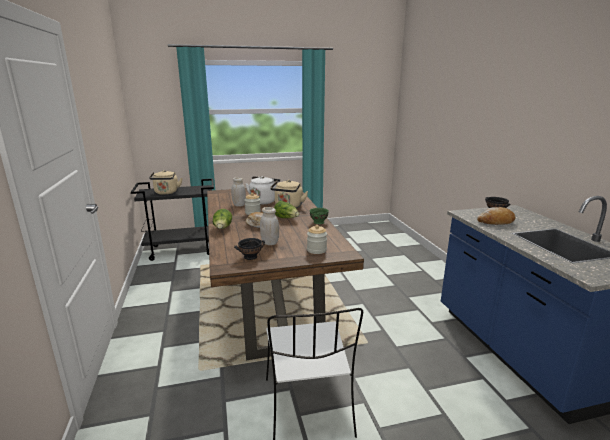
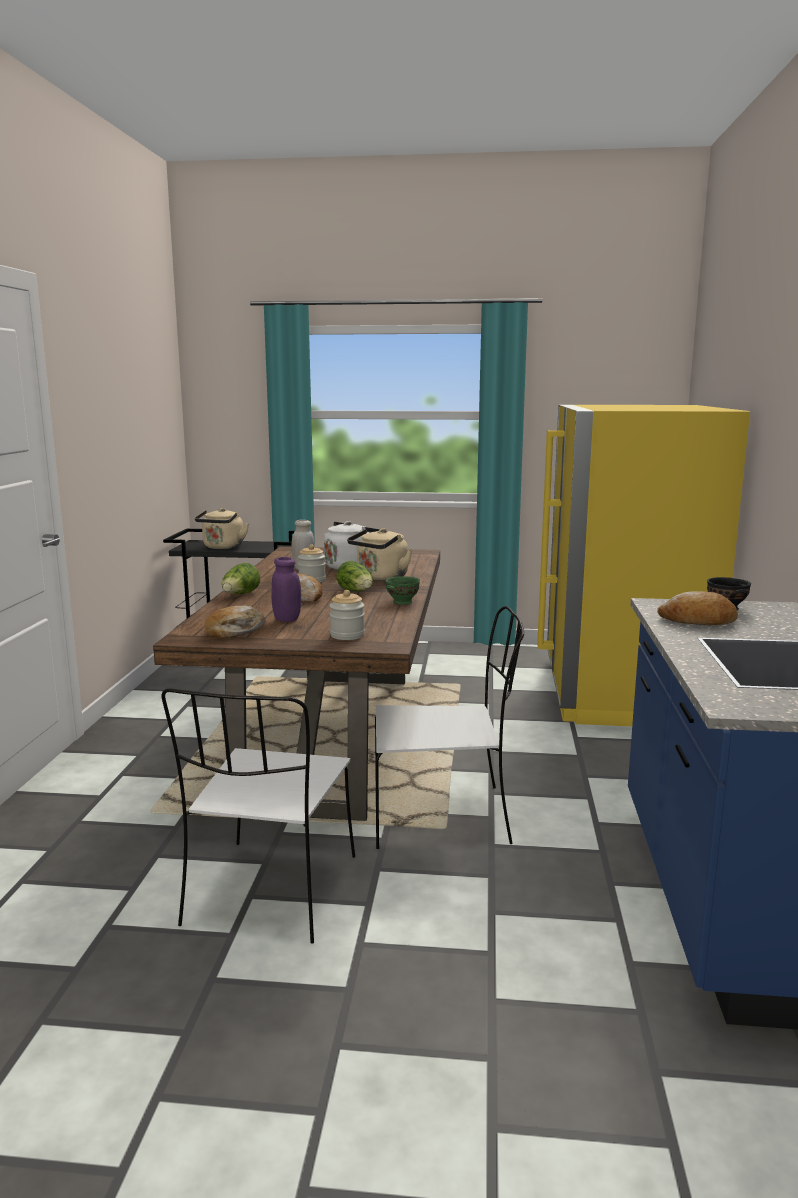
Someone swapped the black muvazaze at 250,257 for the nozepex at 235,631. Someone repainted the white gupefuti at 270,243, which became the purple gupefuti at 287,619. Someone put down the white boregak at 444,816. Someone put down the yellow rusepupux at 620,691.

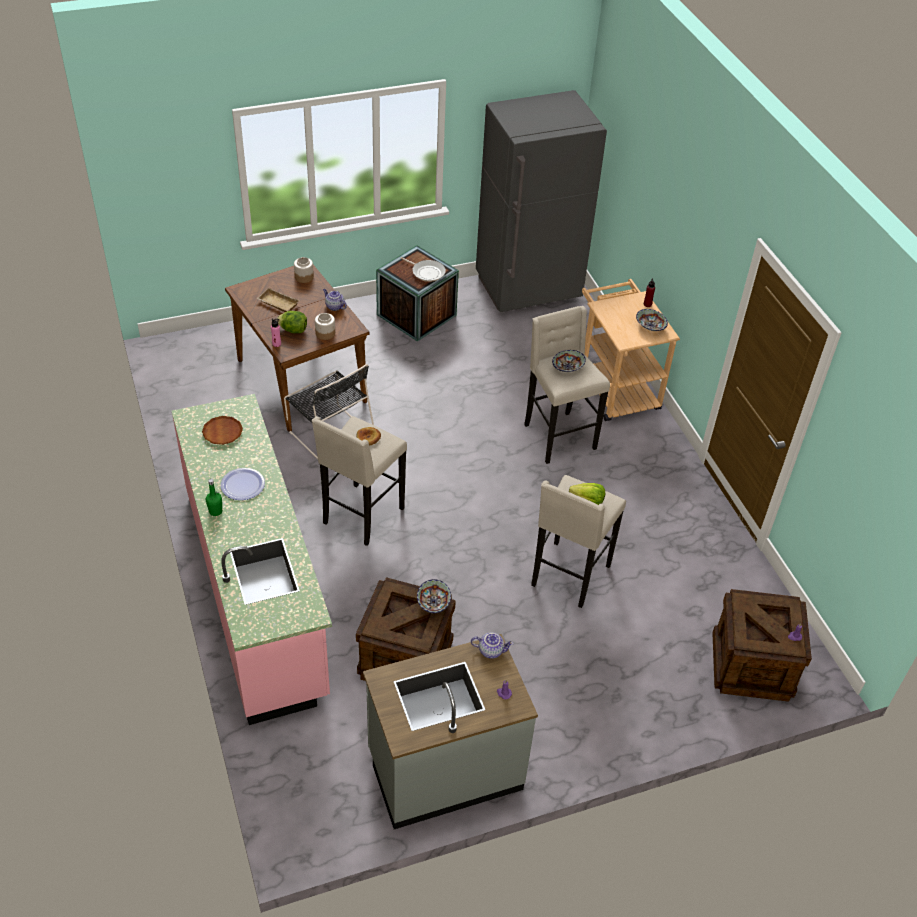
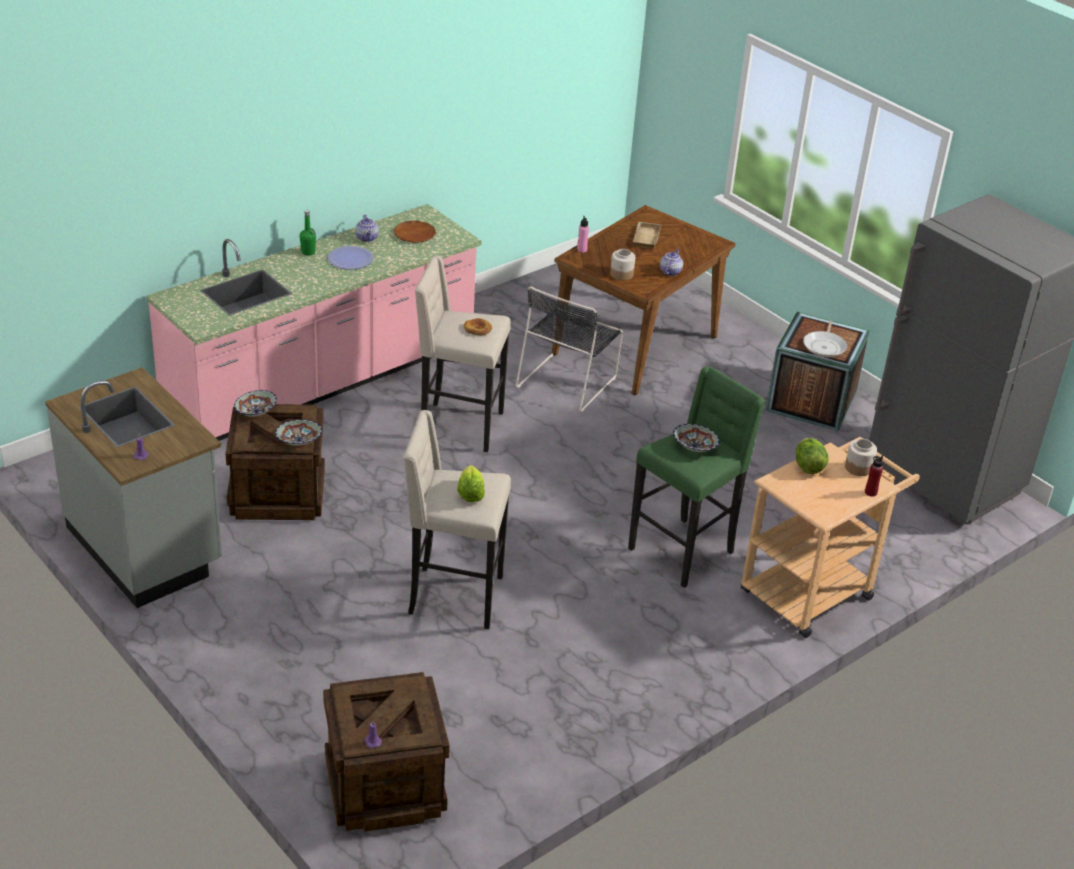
Someone carried the muvazaze from 650,327 to 256,413. Someone carried the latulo from 491,650 to 367,238. Someone repainted the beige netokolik at 557,436, which became the green netokolik at 683,551. Someone carried the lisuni from 293,330 to 808,467. Someone carried the gupefuti from 304,277 to 858,467.

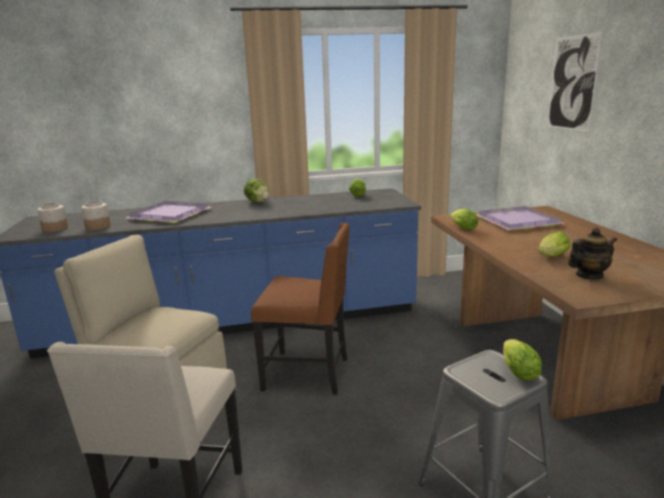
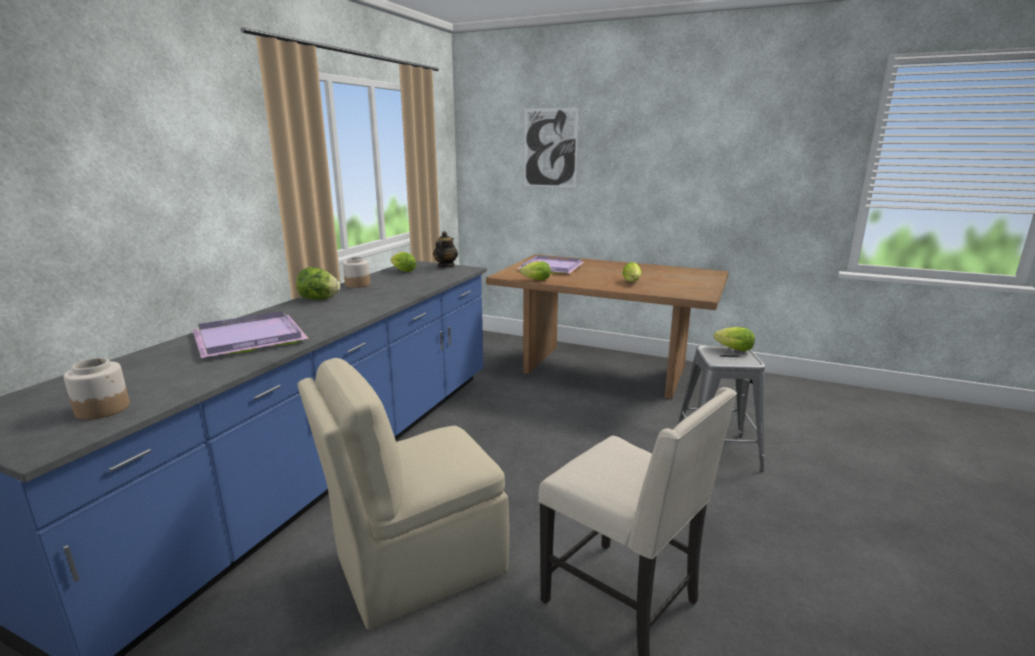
Someone carried the gupefuti from 97,226 to 357,285. Someone carried the latulo from 588,275 to 445,266. Someone took away the brown boregak at 308,373.

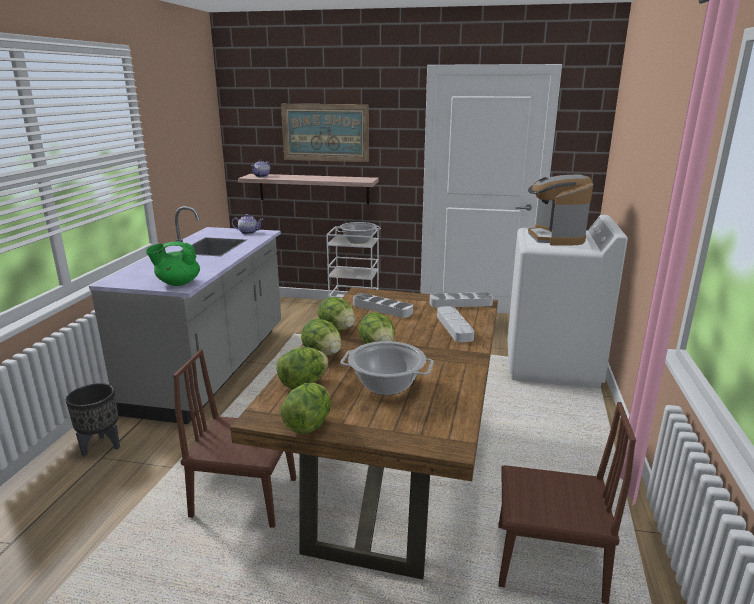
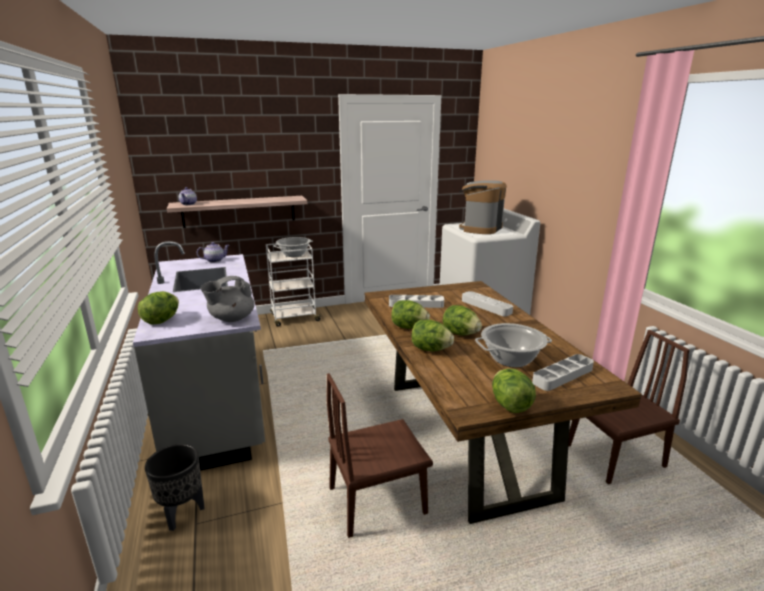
Someone carried the lisuni from 303,384 to 162,320. Someone repainted the green latulo at 177,283, which became the grey latulo at 231,319. Someone rotated the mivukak at 555,238 by 60 degrees clockwise. Someone carried the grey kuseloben from 460,303 to 562,375. Someone took away the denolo at 325,132.

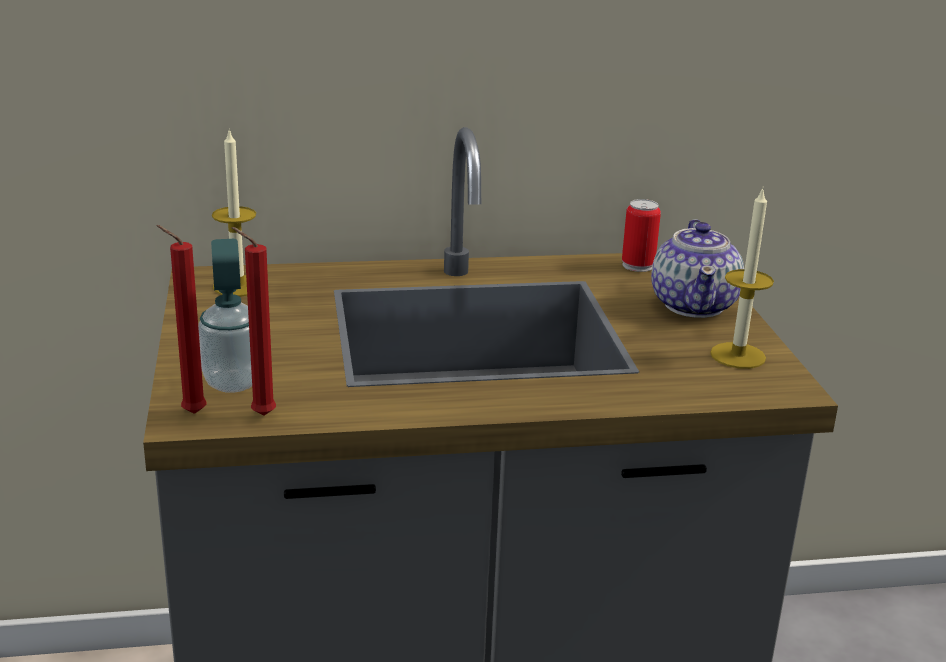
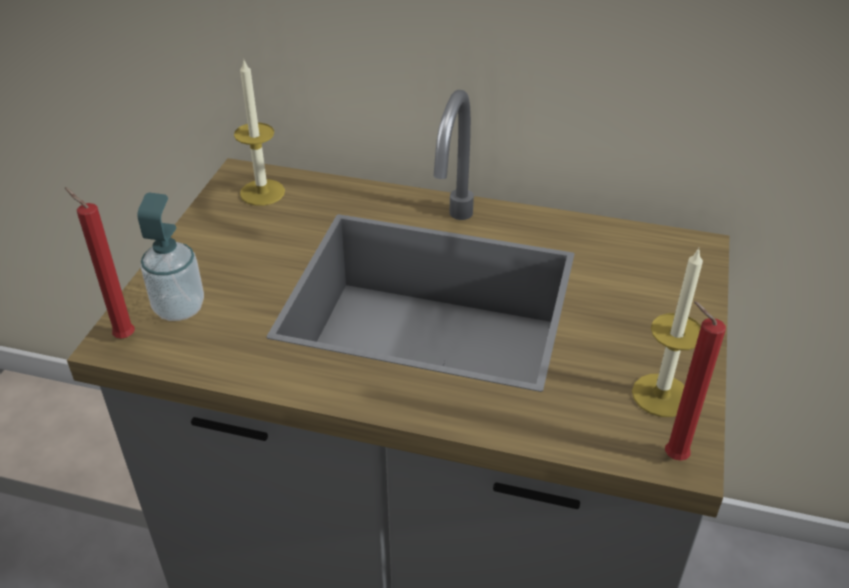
Someone carried the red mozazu from 259,415 to 671,455. Someone took away the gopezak at 638,265. Someone took away the latulo at 694,305.

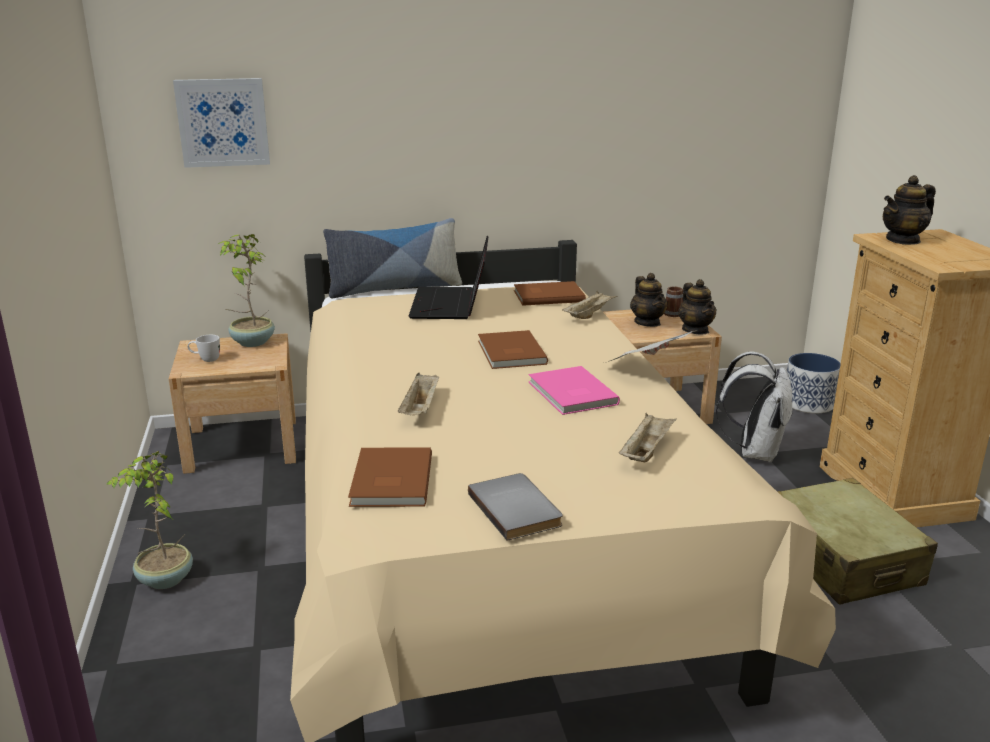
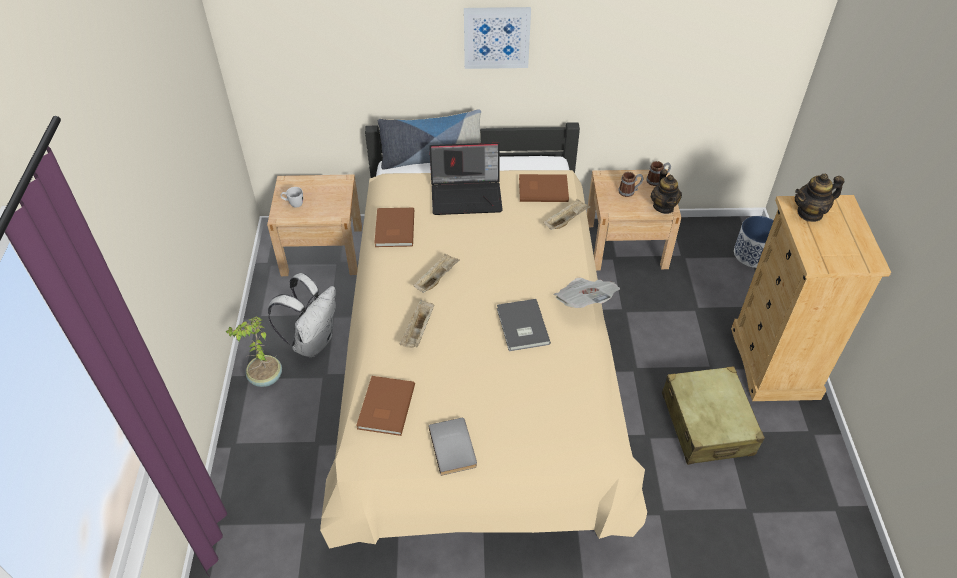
Someone carried the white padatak from 754,452 to 313,341. Someone carried the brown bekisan from 509,353 to 393,229. Someone carried the beige kuseloben from 646,451 to 436,279. Someone rotated the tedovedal at 451,305 by 105 degrees counterclockwise. Someone carried the denolo from 223,122 to 496,37. Someone repainted the pink bekisan at 571,394, which became the grey bekisan at 521,327. Someone swapped the latulo at 647,322 for the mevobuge at 629,191. Someone took away the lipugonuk at 251,342.

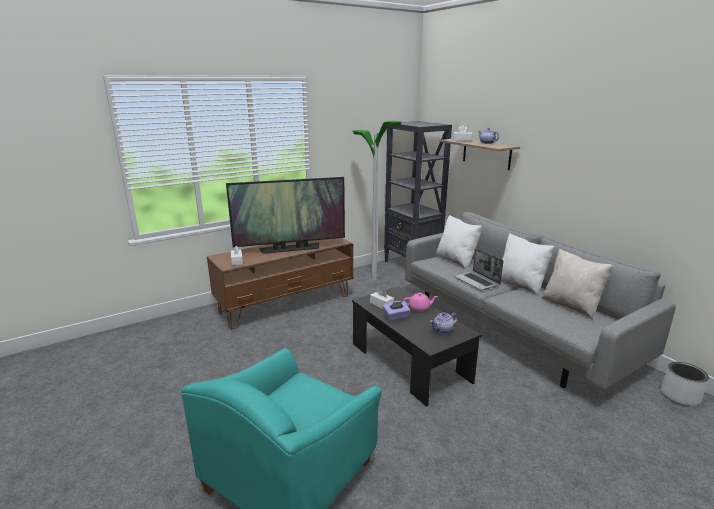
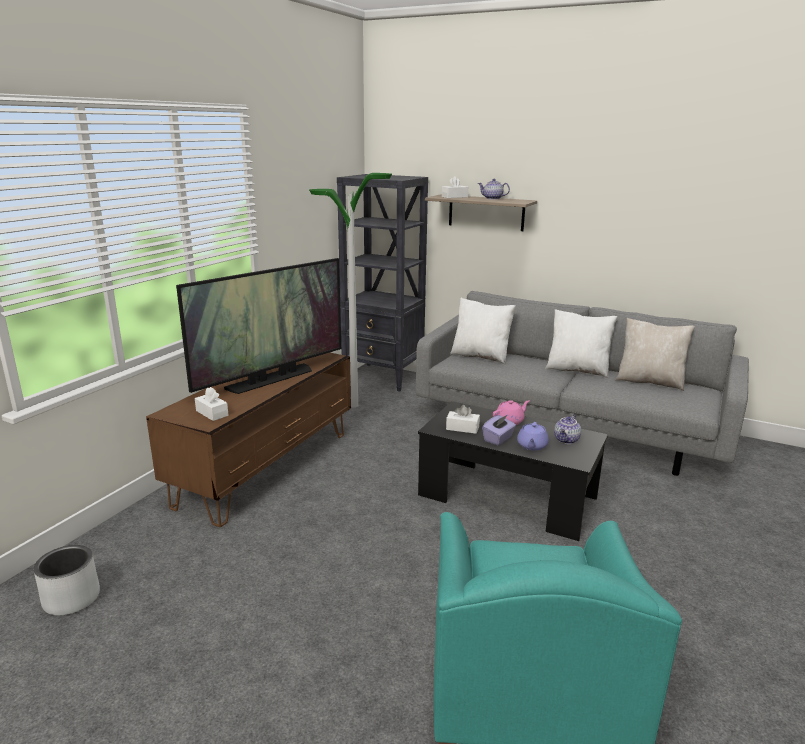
Someone carried the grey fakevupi from 680,396 to 71,599. Someone put down the purple latulo at 532,446. Someone took away the tedovedal at 477,281.

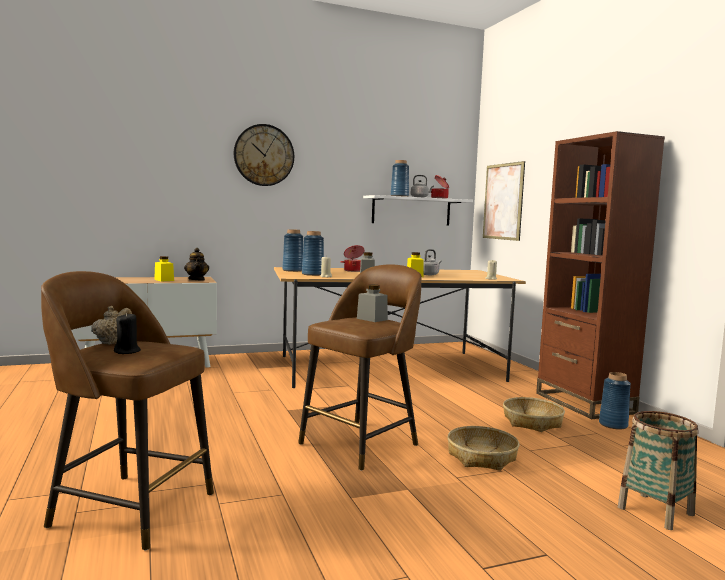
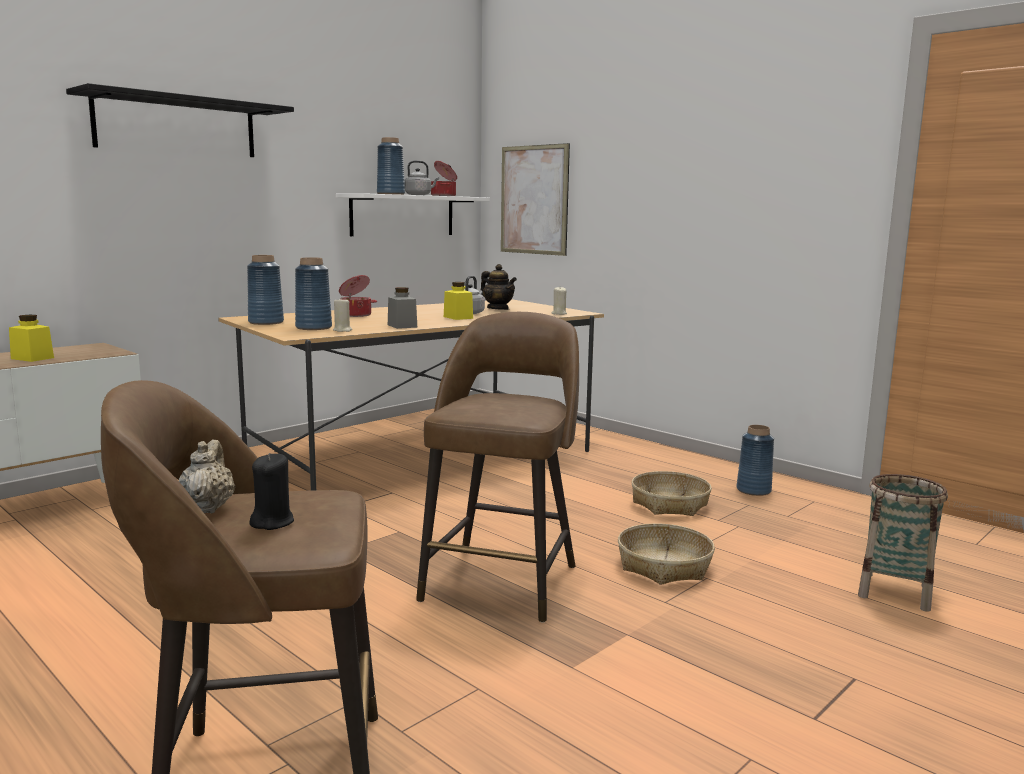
Someone swapped the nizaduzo at 264,155 for the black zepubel at 177,126. Someone carried the latulo from 197,279 to 498,309. Someone took away the grey gupefuti at 372,319. Someone took away the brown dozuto at 584,403.

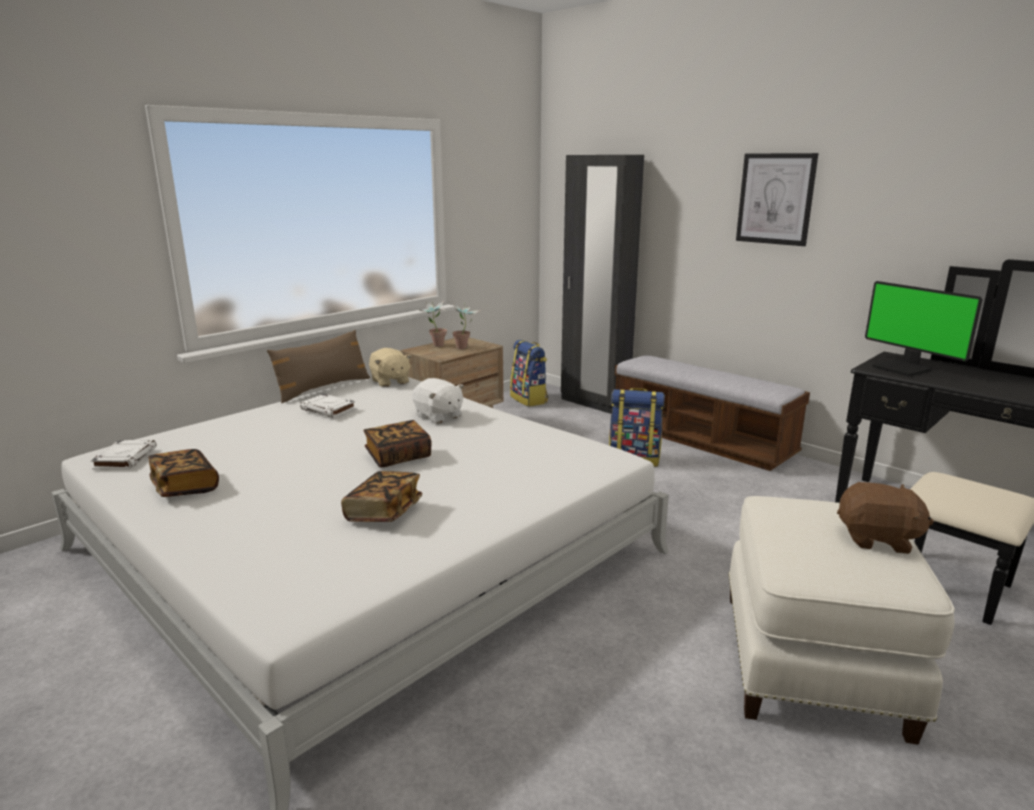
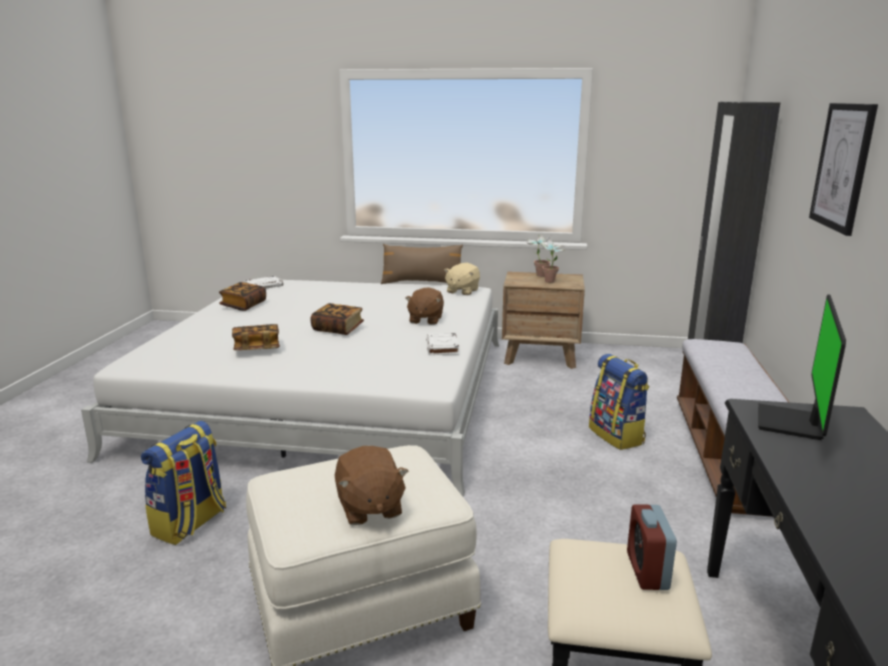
Someone carried the padatak from 529,399 to 190,524. Someone repainted the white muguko at 438,416, which became the brown muguko at 425,320. Someone carried the white bekisan from 329,409 to 442,348. Someone put down the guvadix at 647,571.

